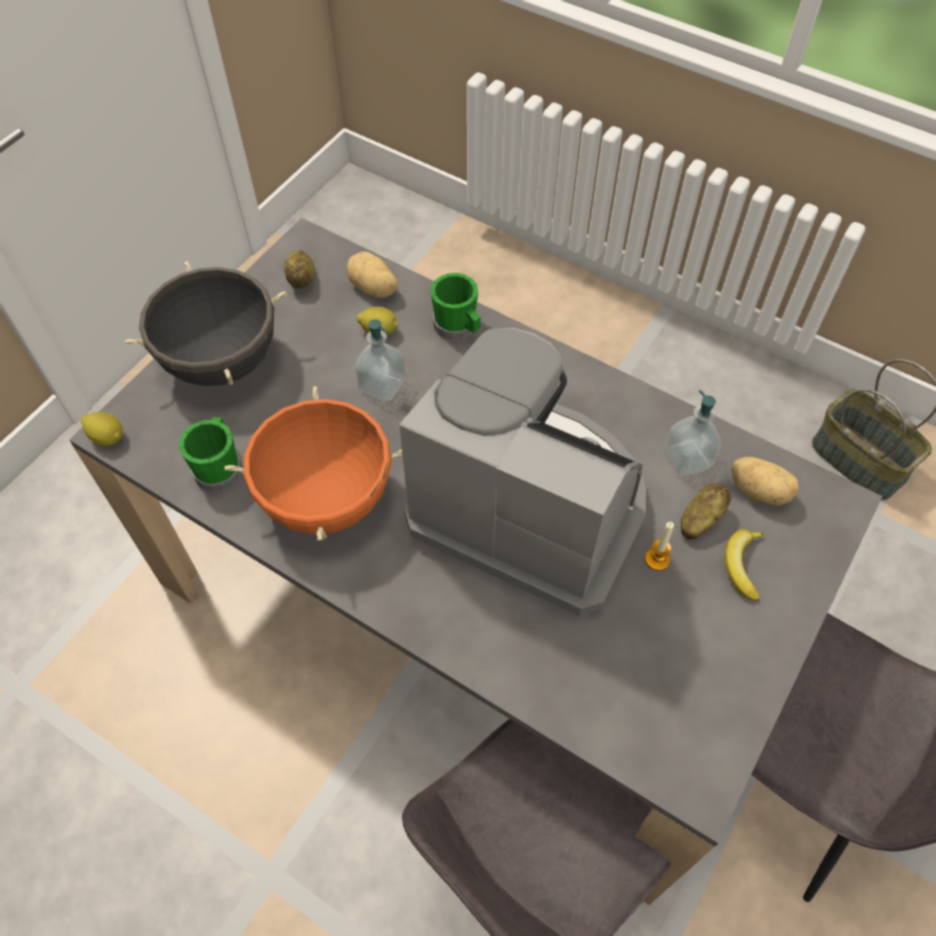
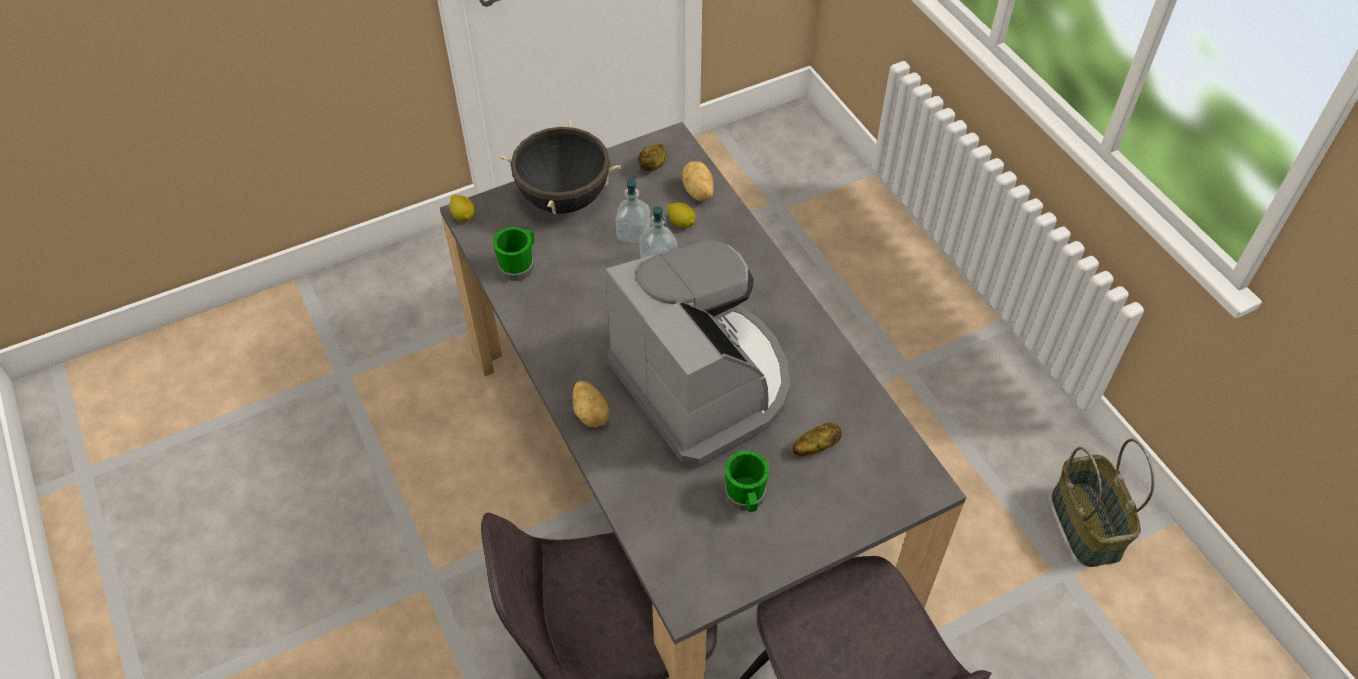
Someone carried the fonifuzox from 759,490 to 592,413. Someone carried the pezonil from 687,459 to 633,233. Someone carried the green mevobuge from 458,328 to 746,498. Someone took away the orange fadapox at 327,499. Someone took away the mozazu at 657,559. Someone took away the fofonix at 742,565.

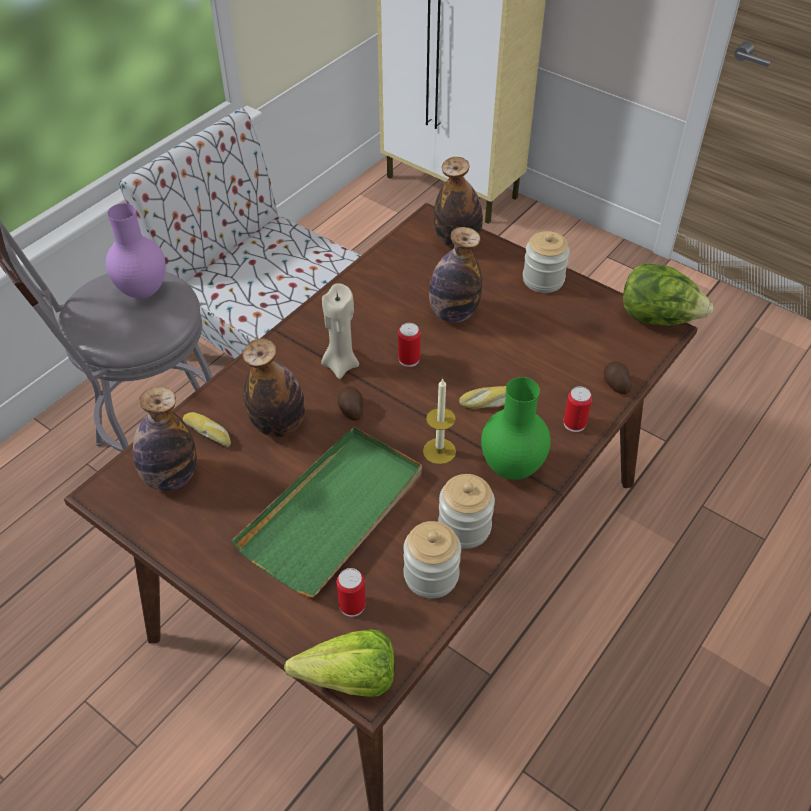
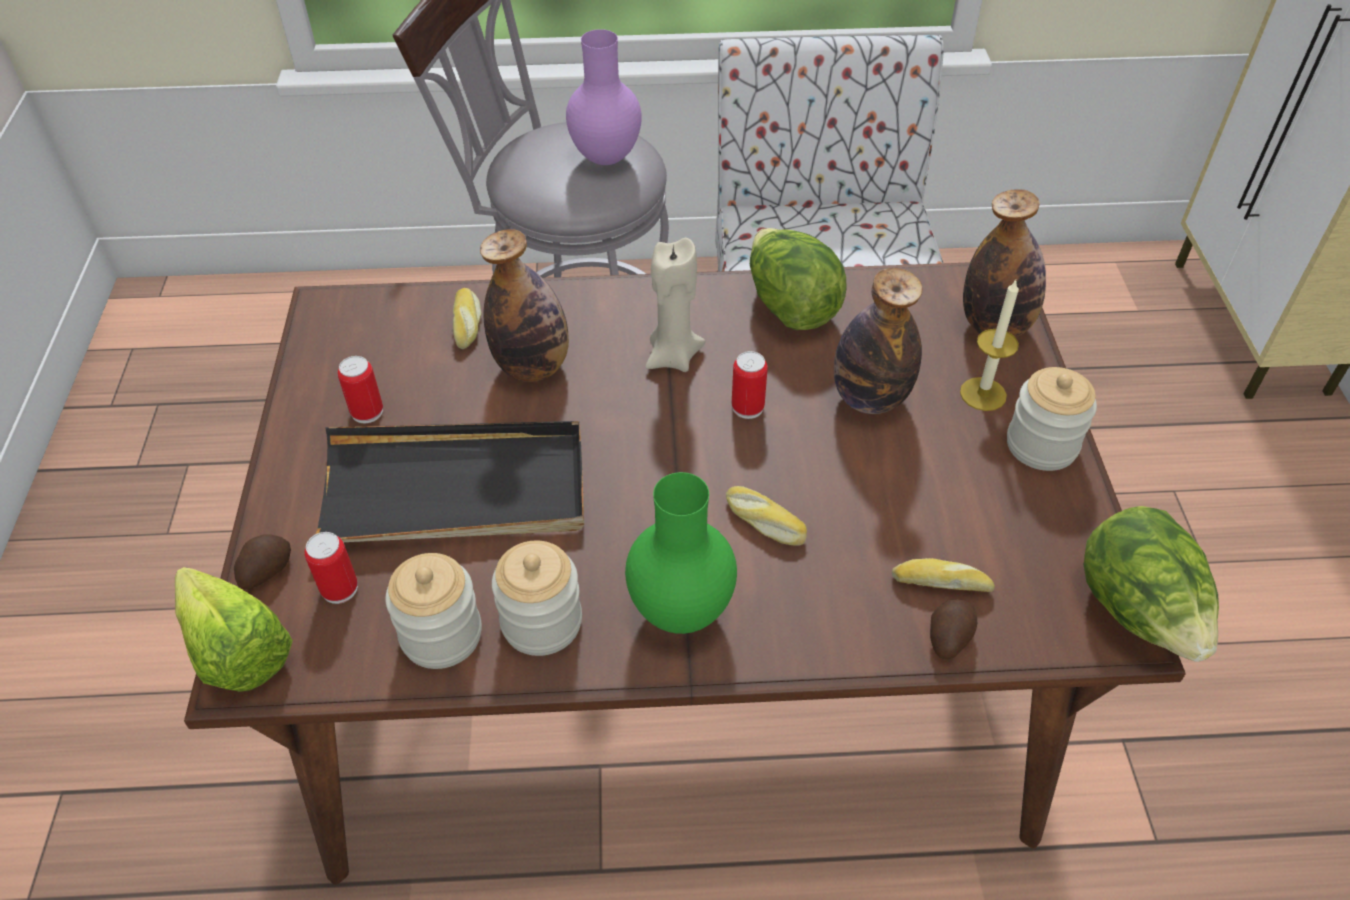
Someone carried the fonifuzox from 351,410 to 265,570. Someone repainted the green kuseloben at 334,512, which became the black kuseloben at 454,489. Someone carried the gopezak from 574,423 to 367,412. Someone put down the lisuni at 790,306. Someone put down the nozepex at 941,582. Someone carried the mozazu from 439,451 to 983,394. Someone took away the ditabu at 170,477.

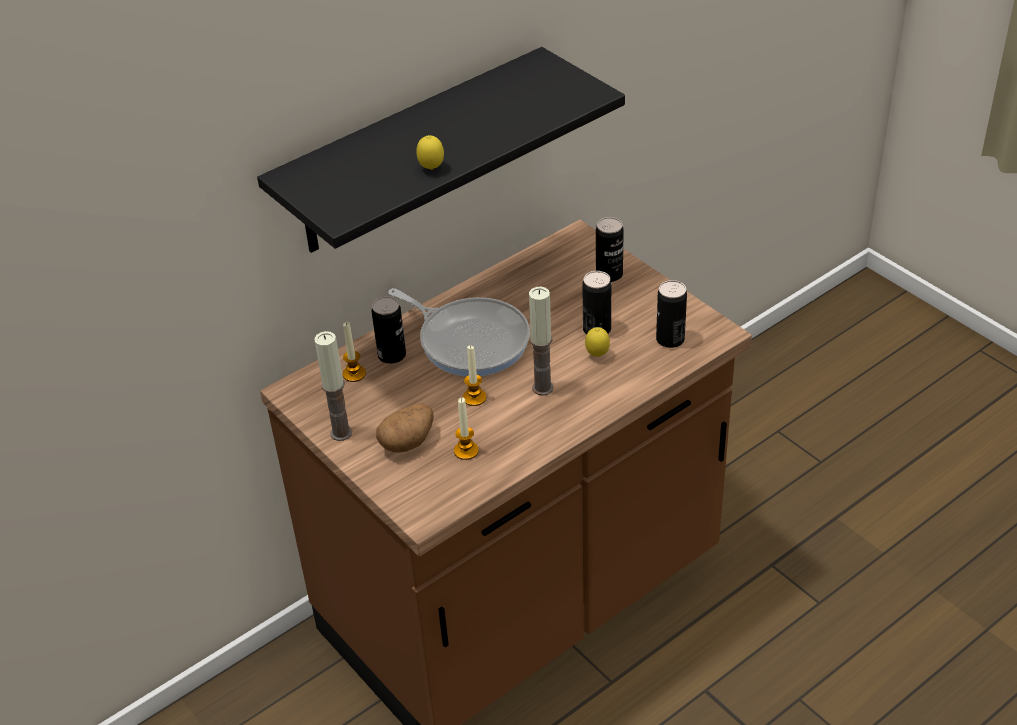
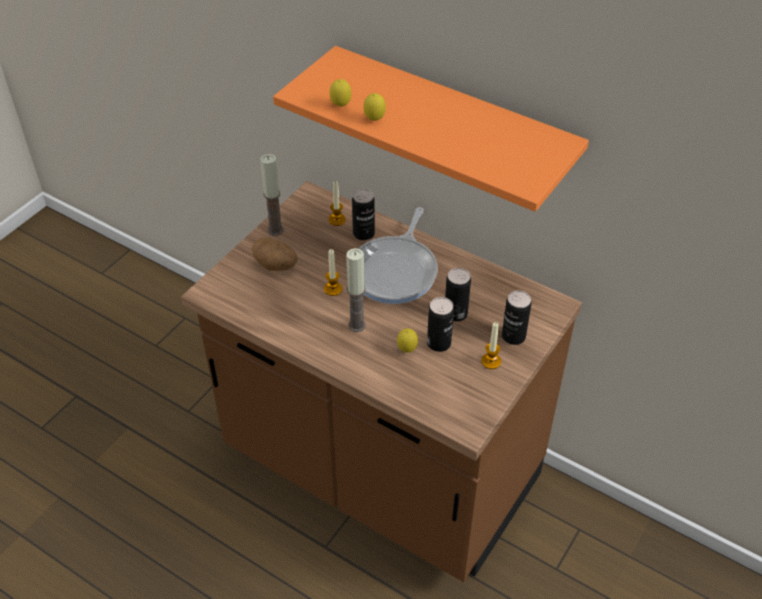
Someone repainted the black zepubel at 411,154, which became the orange zepubel at 452,127. Someone put down the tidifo at 341,106. Someone carried the gopezak from 670,339 to 455,313. Someone carried the mozazu from 466,451 to 491,361.

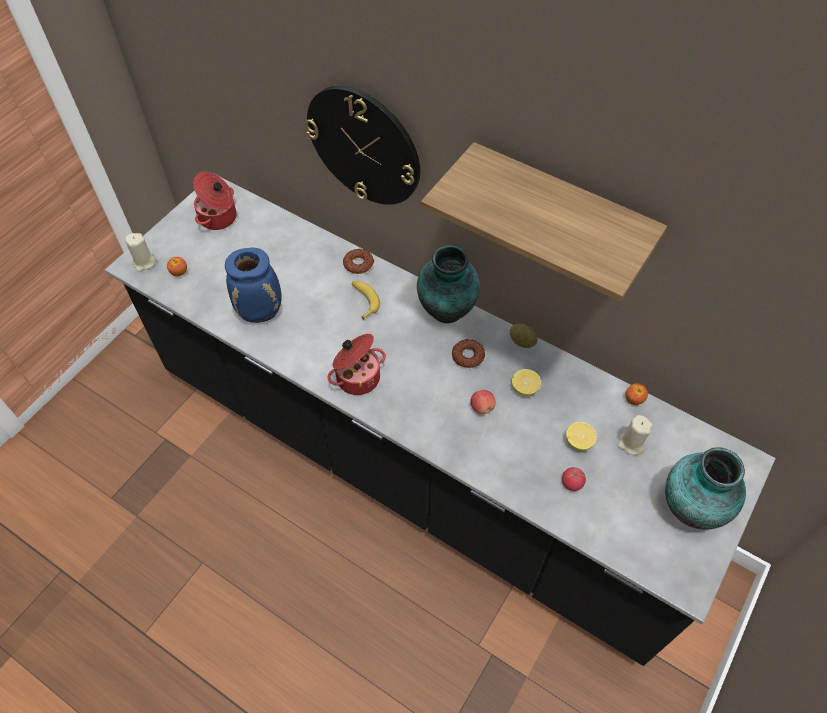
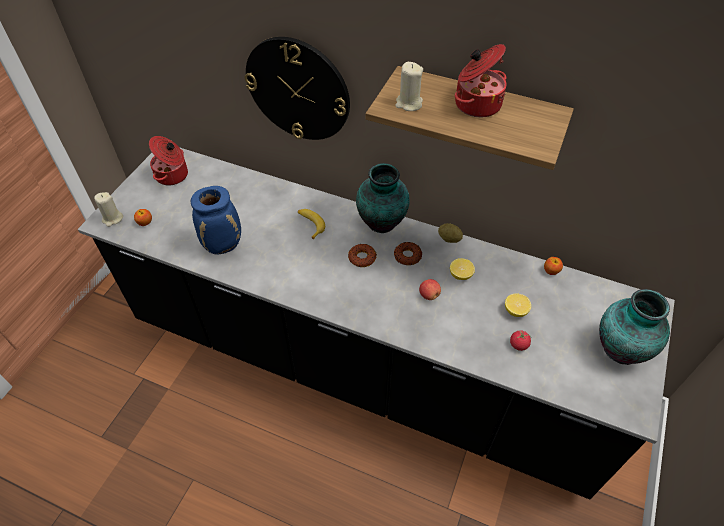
Someone carried the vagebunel from 358,264 to 362,258. Someone carried the beige mozazu from 631,444 to 408,104. Someone carried the fadapox from 357,376 to 476,104.

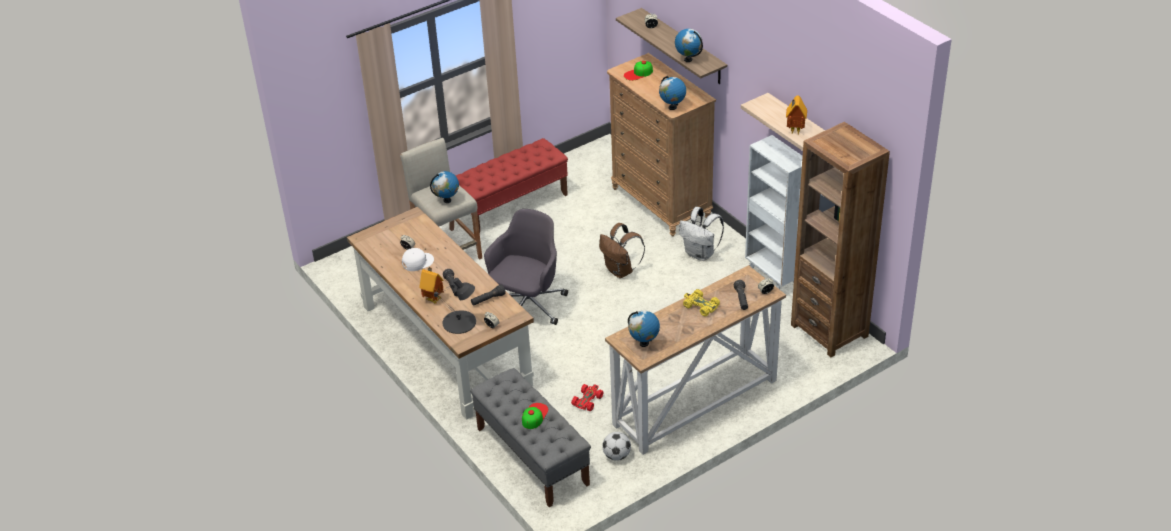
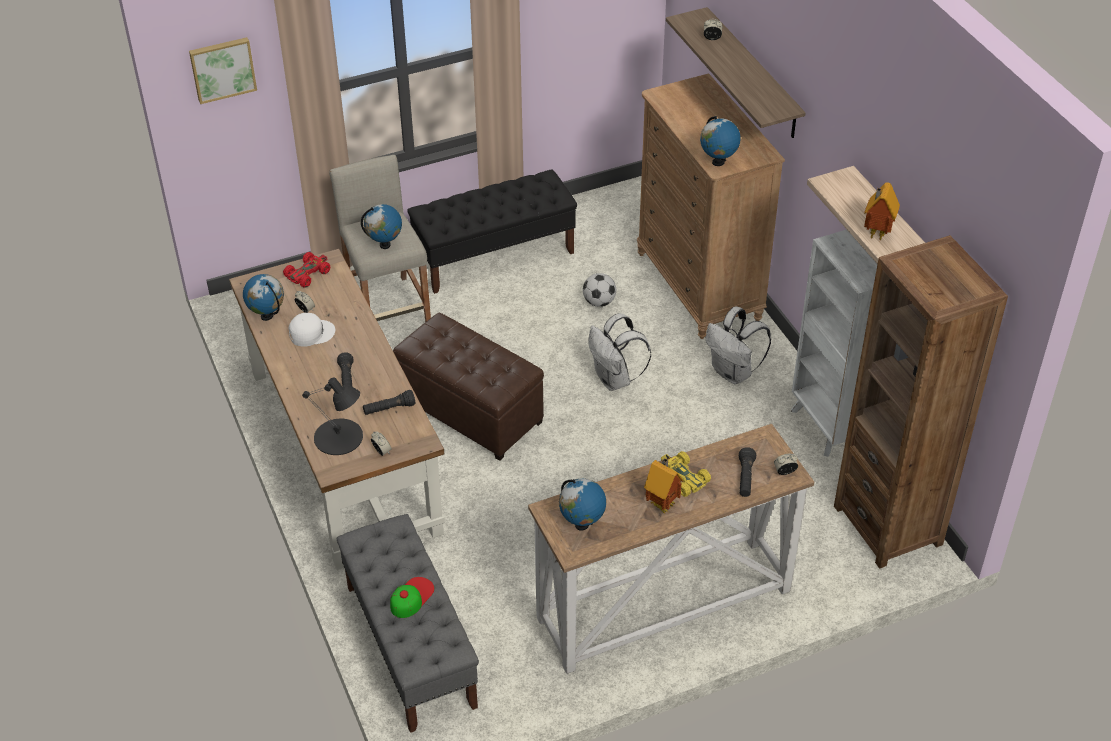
Someone put up the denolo at 222,69. Someone carried the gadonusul from 688,59 to 267,316. Someone carried the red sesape from 587,400 to 308,273. Someone swapped the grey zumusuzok at 527,306 for the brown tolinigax at 471,411. Someone repainted the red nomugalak at 512,205, which became the black nomugalak at 495,256. Someone carried the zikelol from 617,456 to 599,302. Someone repainted the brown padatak at 621,271, which became the white padatak at 615,379. Someone carried the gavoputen from 433,299 to 663,504. Someone took away the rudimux at 638,73.

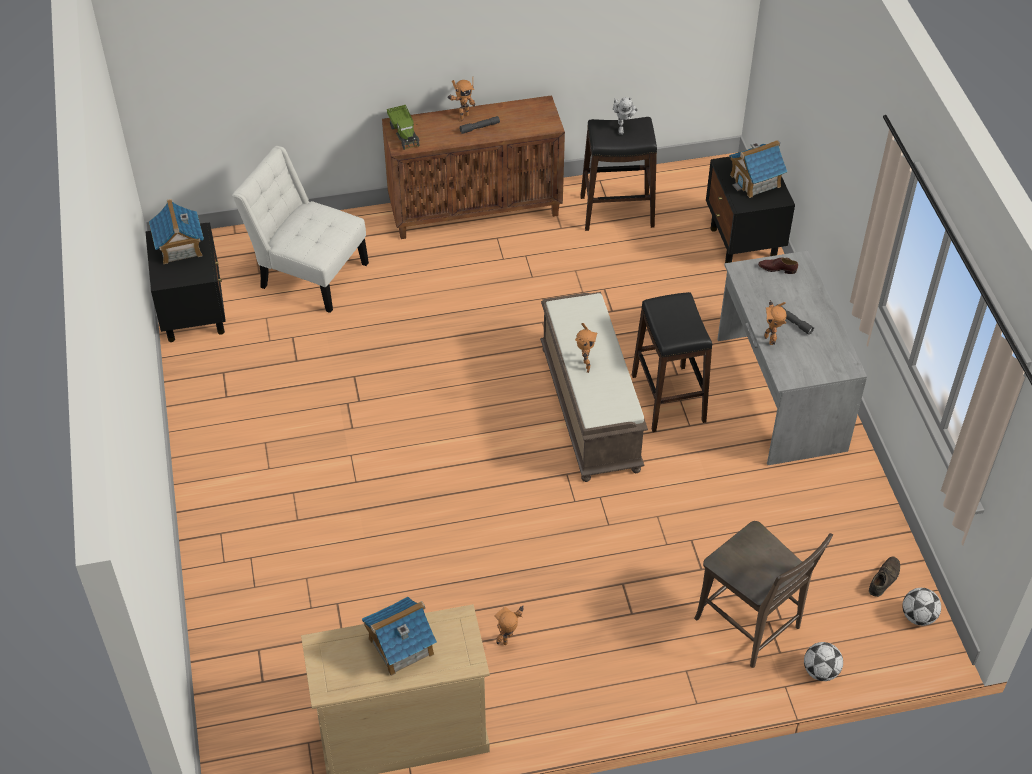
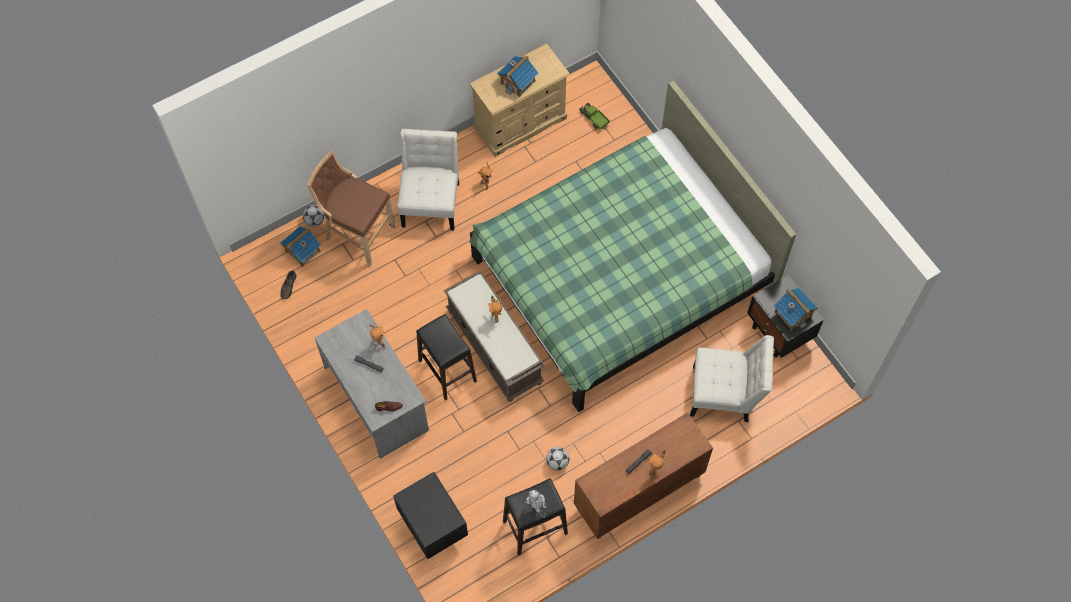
Someone carried the gavoputen from 755,181 to 302,251. Someone swapped the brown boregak at 751,626 for the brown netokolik at 357,234. Someone put down the white boregak at 431,201. Someone put down the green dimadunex at 620,275. Someone carried the zikelol from 918,616 to 557,462. Someone carried the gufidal from 404,134 to 593,119.

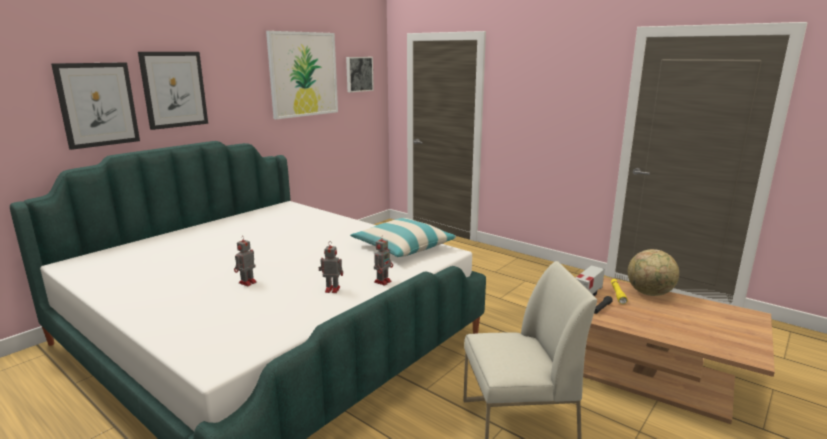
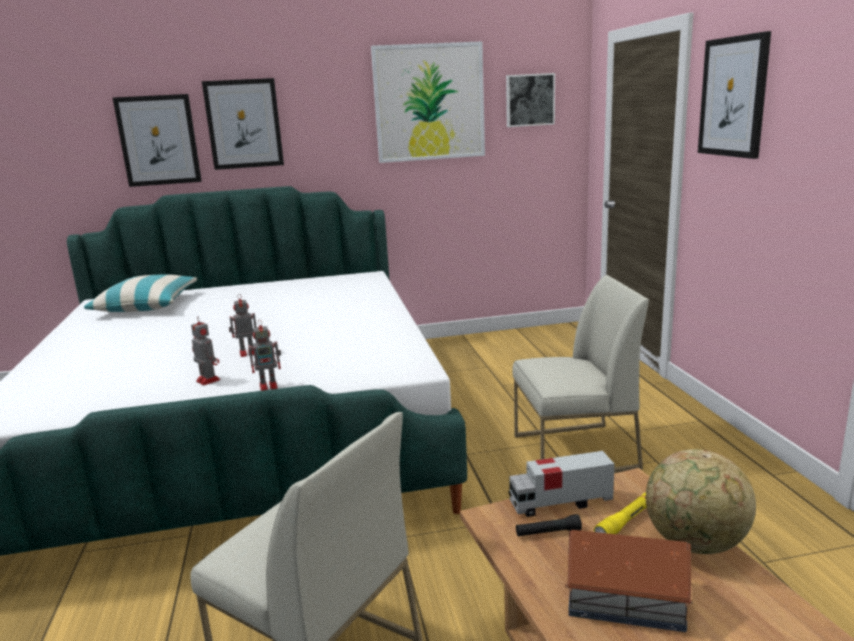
Someone carried the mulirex from 403,247 to 146,306. Someone carried the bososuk from 247,283 to 246,353. Someone put down the white boregak at 574,452. Someone put down the gavoputen at 626,599. Someone put up the denolo at 733,97.

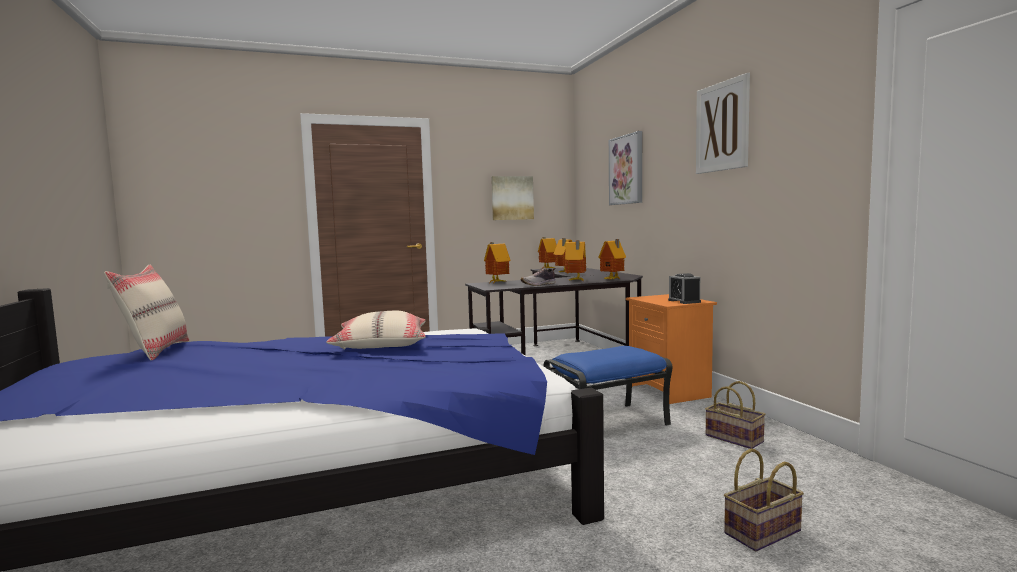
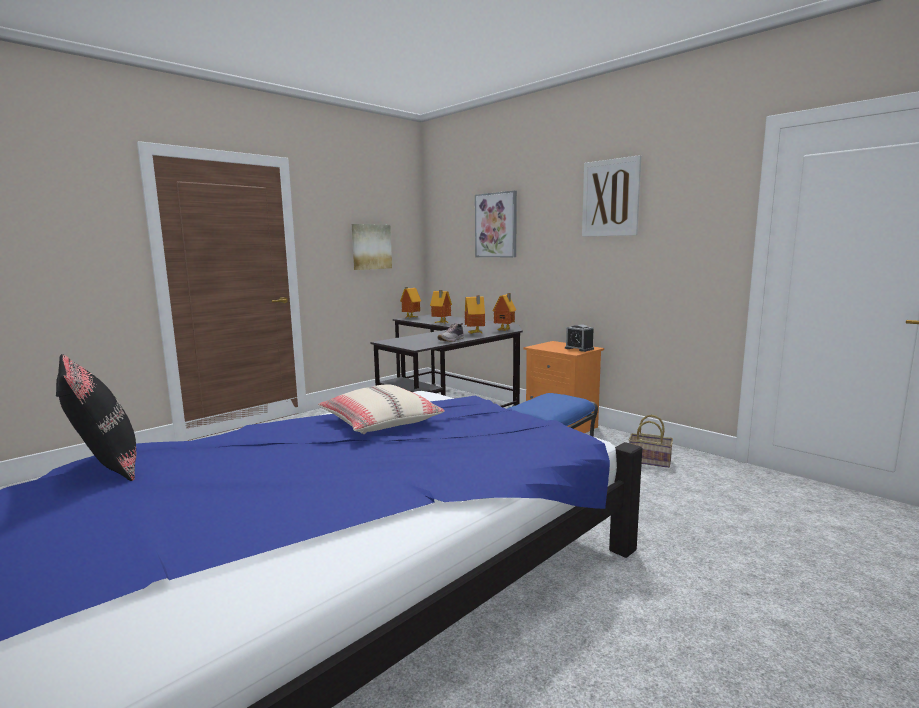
Someone repainted the beige mulirex at 155,351, which became the black mulirex at 104,466. Someone took away the gavoputen at 496,282. Someone took away the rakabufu at 762,533.

